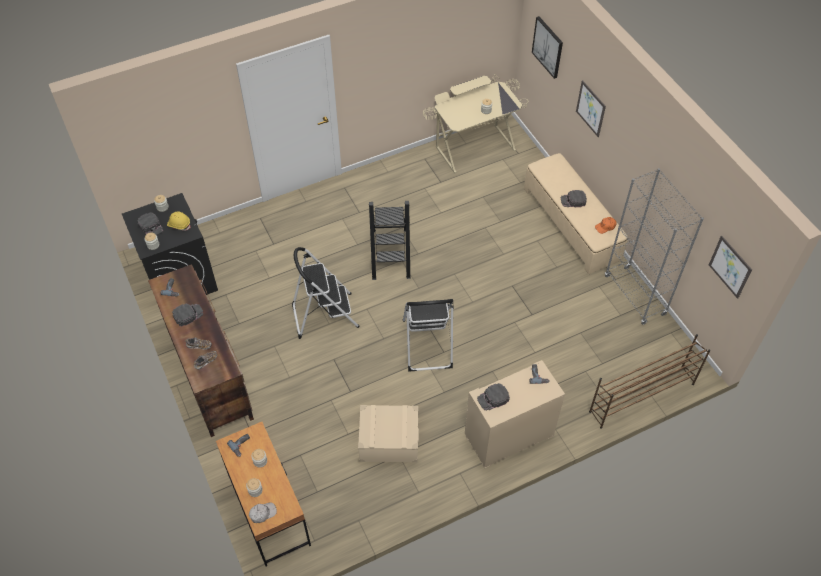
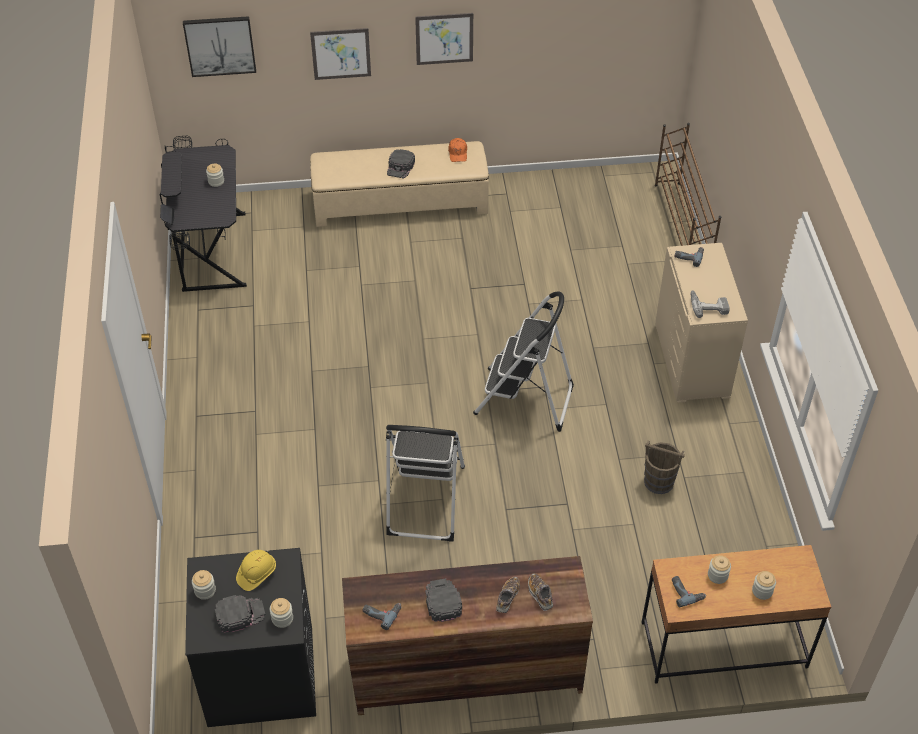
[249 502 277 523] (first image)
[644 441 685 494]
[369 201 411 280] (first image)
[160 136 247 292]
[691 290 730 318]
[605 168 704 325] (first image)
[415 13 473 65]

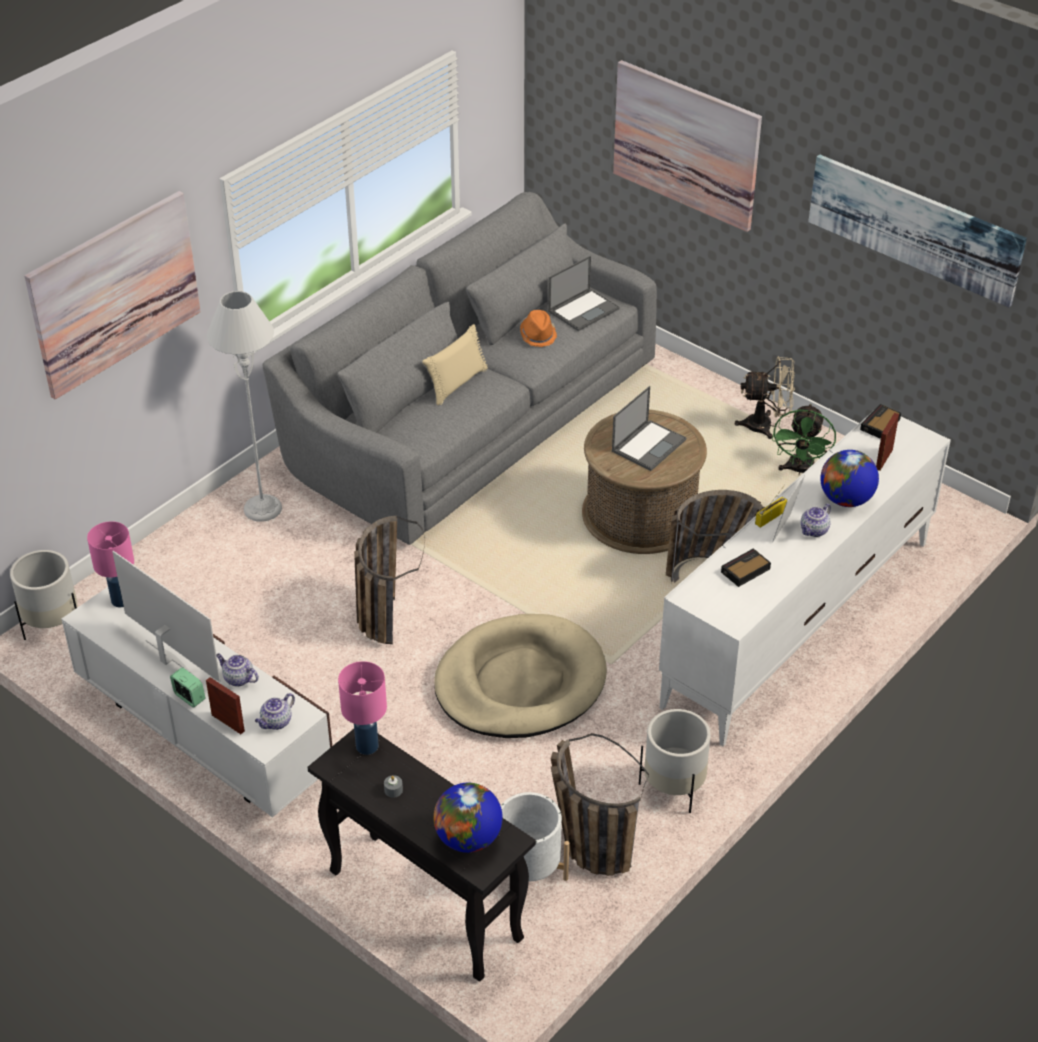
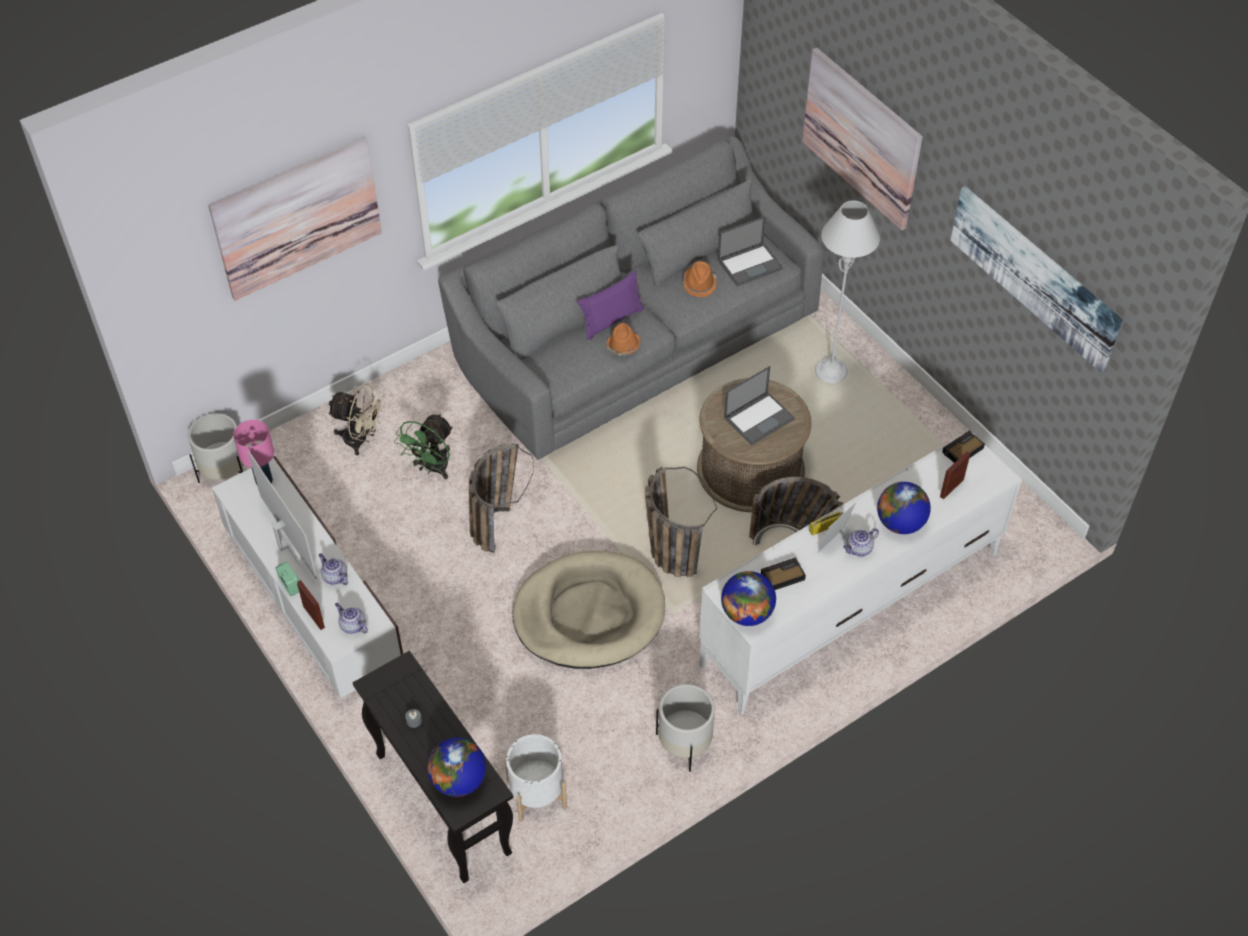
[815 201 880 383]
[335 603 368 634]
[338 661 387 755] (first image)
[577 271 644 340]
[645 466 717 577]
[328 383 384 456]
[394 413 453 479]
[606 323 641 355]
[721 571 776 626]

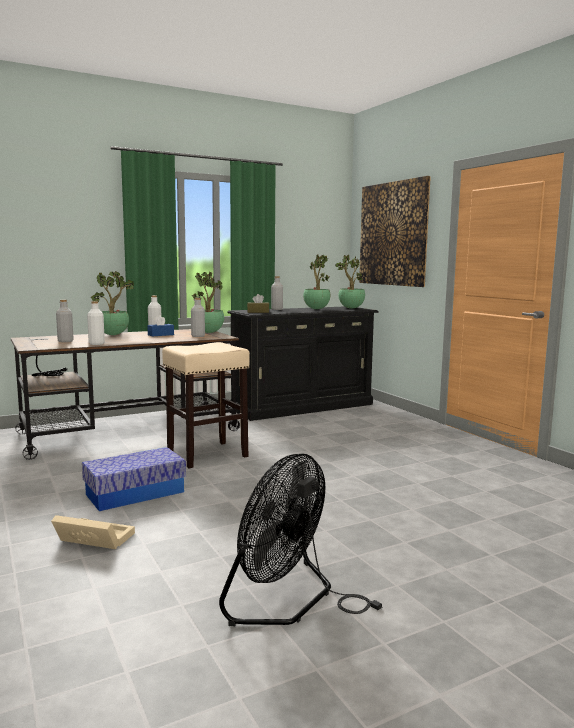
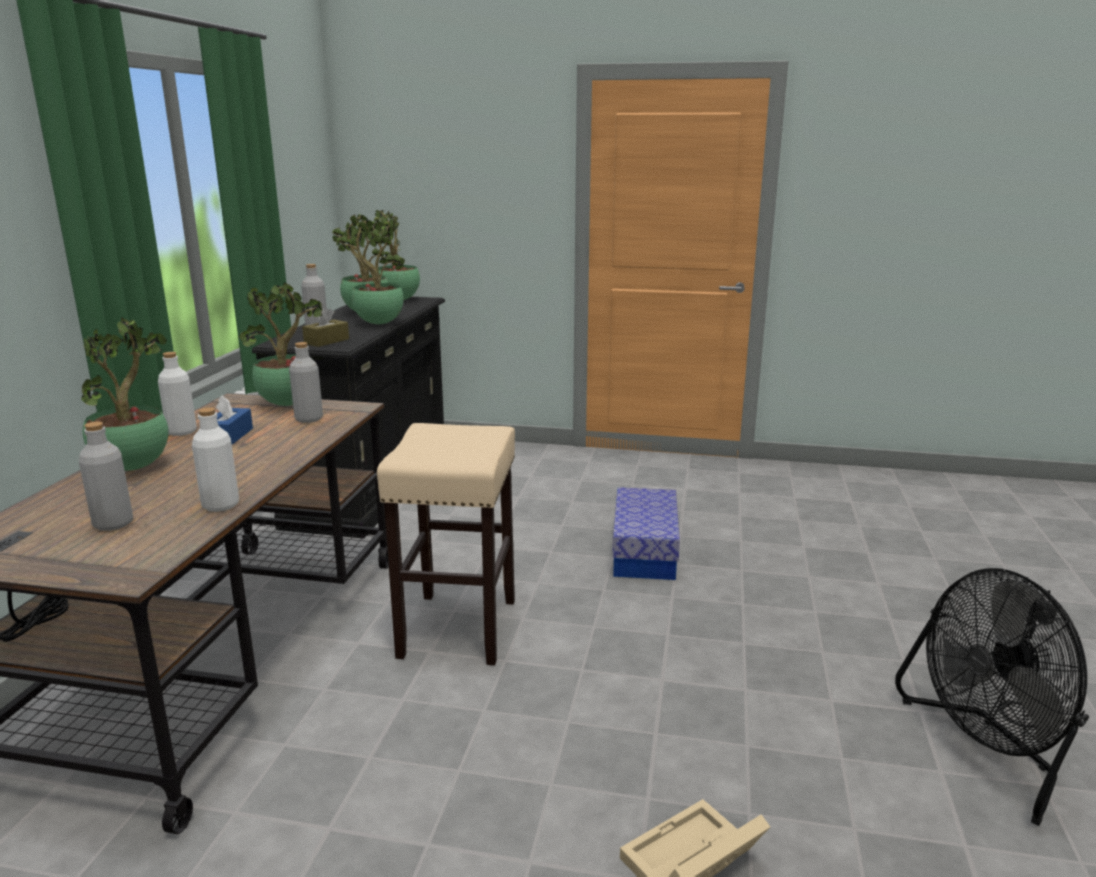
[612 487 680 580]
[359 176 431 287] (first image)
[336 220 405 324]

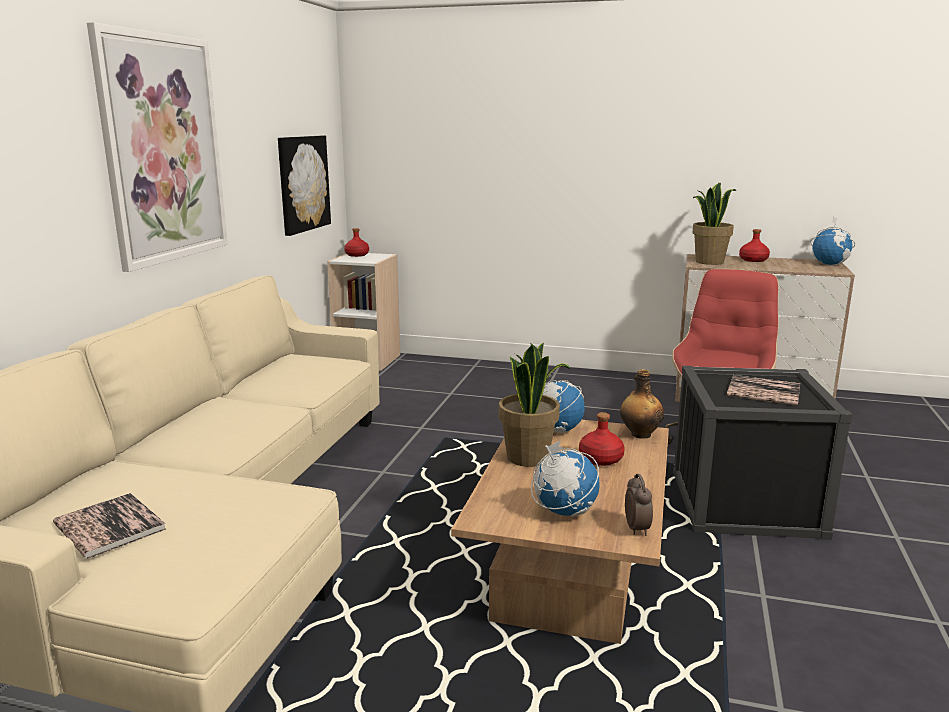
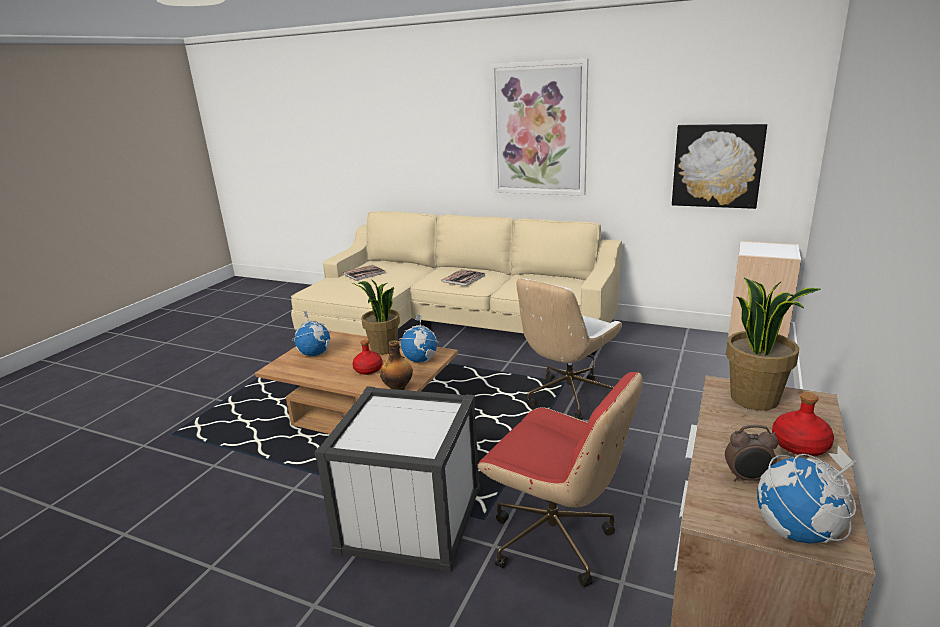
[344 228 369 257] (first image)
[725 425 779 482]
[315 386 480 572]
[441 269 485 286]
[516 278 622 420]

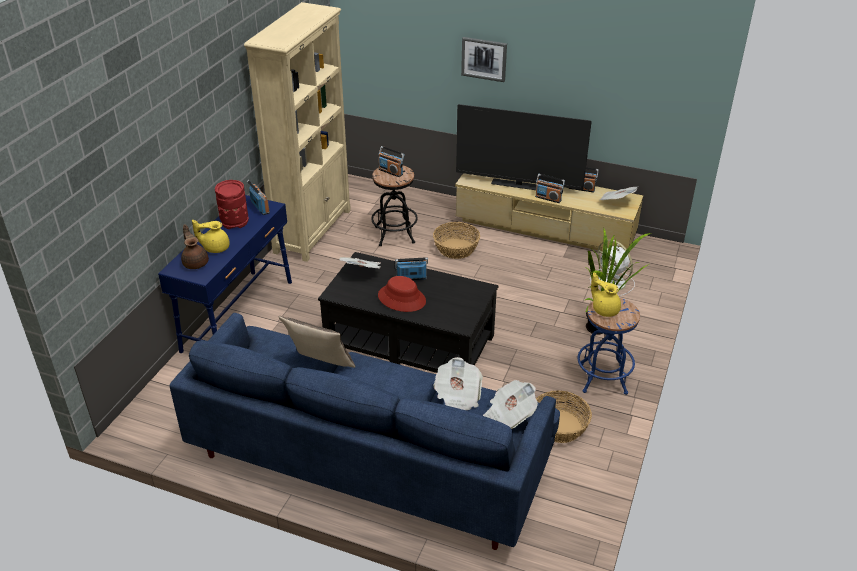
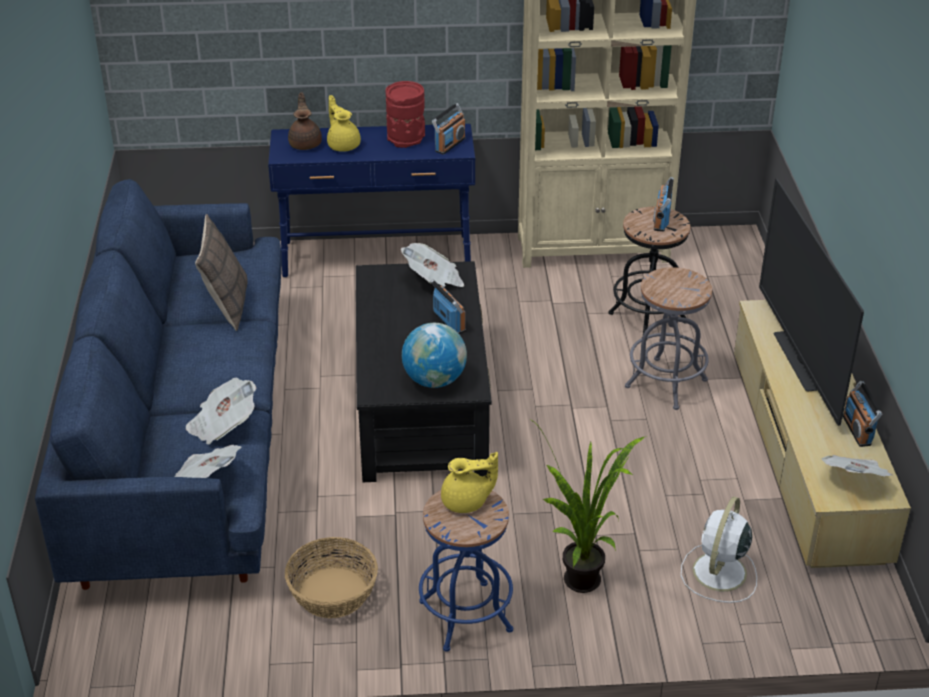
[288 92 322 150]
[378 276 426 312] (first image)
[625 267 712 410]
[461 37 507 82] (first image)
[535 174 565 203] (first image)
[441 452 498 513]
[402 323 467 388]

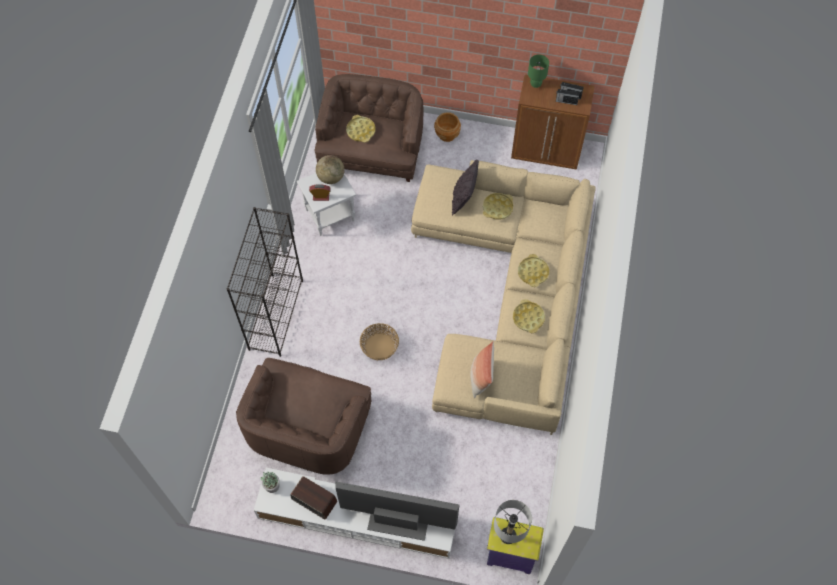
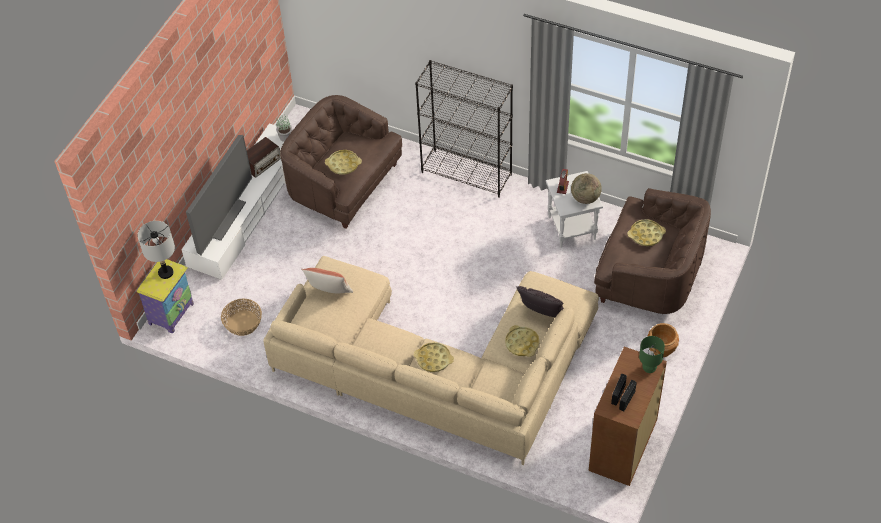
[221 299 262 336]
[325 150 362 175]

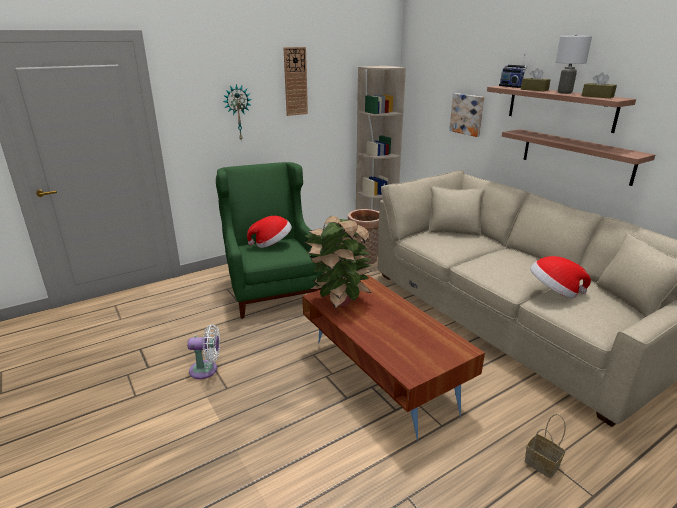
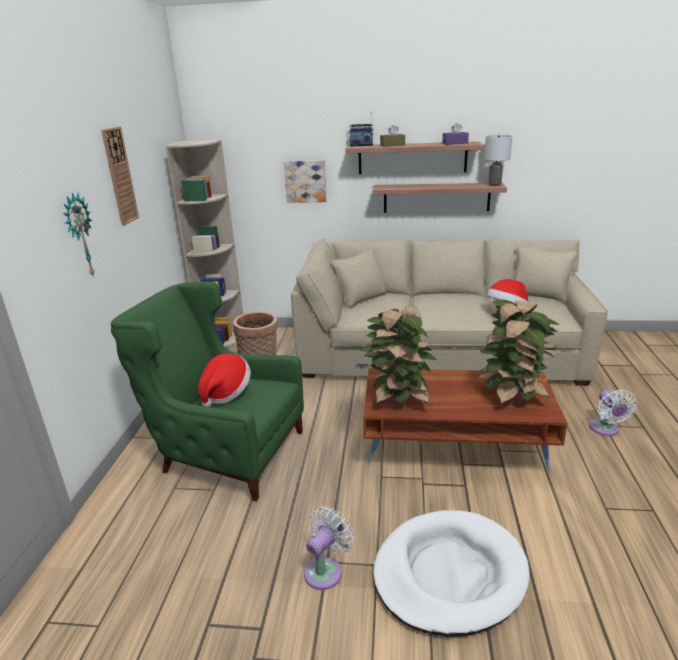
[589 390 637 436]
[484 135 512 186]
[442 123 469 145]
[373 510 530 637]
[477 300 560 404]

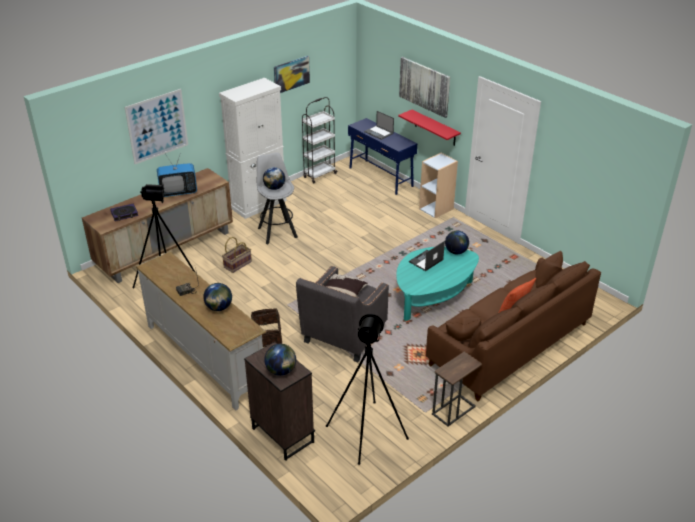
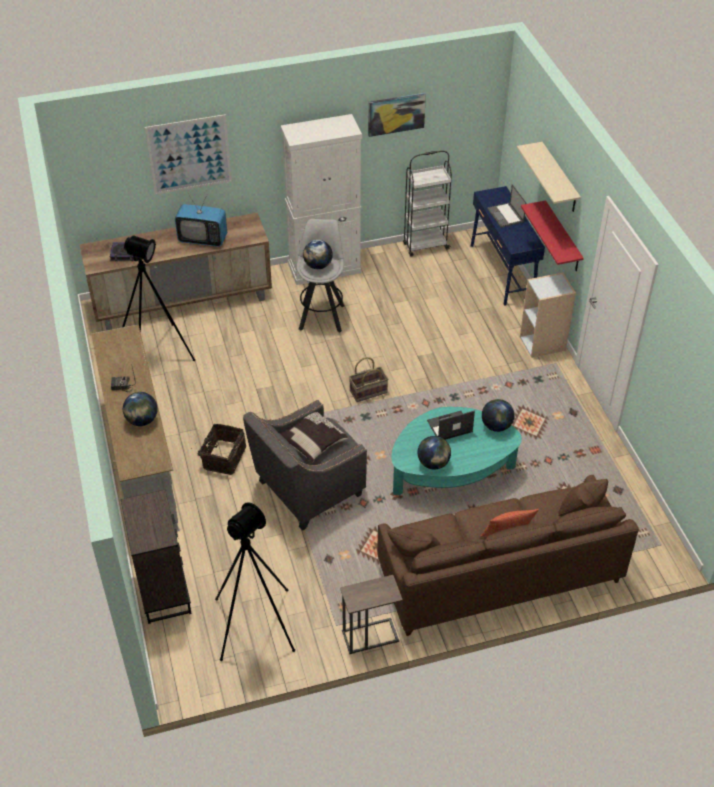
[349 357 388 402]
[418 436 451 470]
[517 142 581 212]

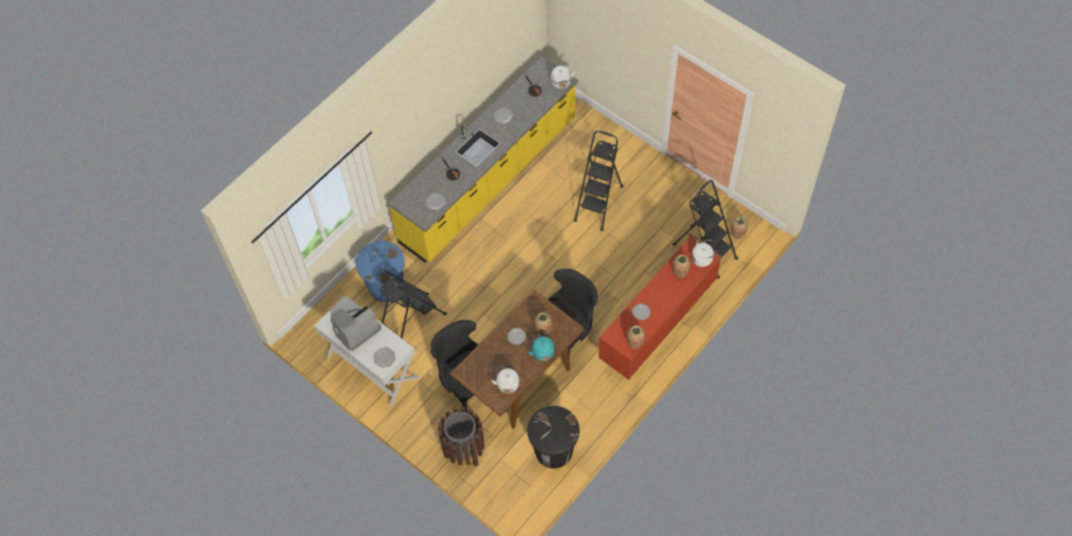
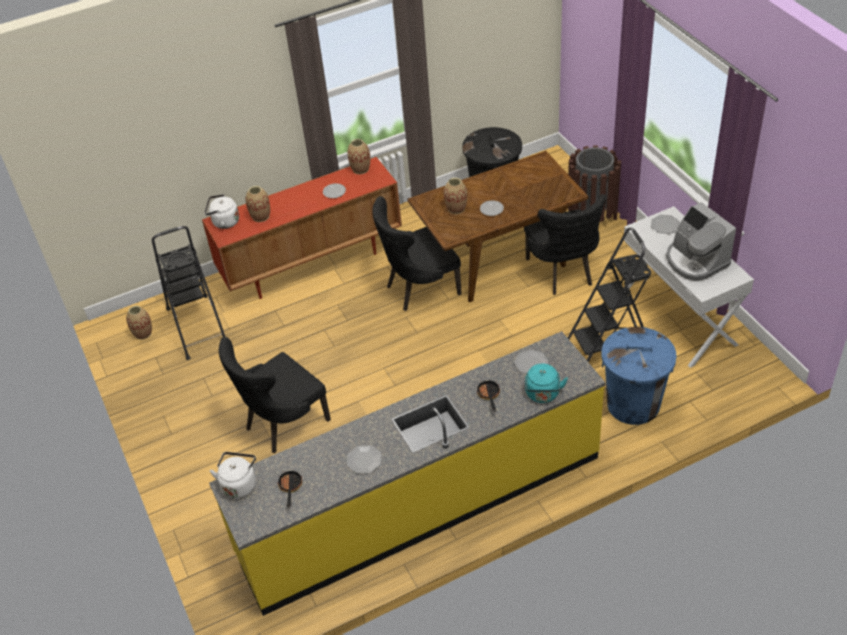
[666 202 736 281]
[491 365 519 393] (first image)
[525 364 568 403]
[219 337 331 453]

